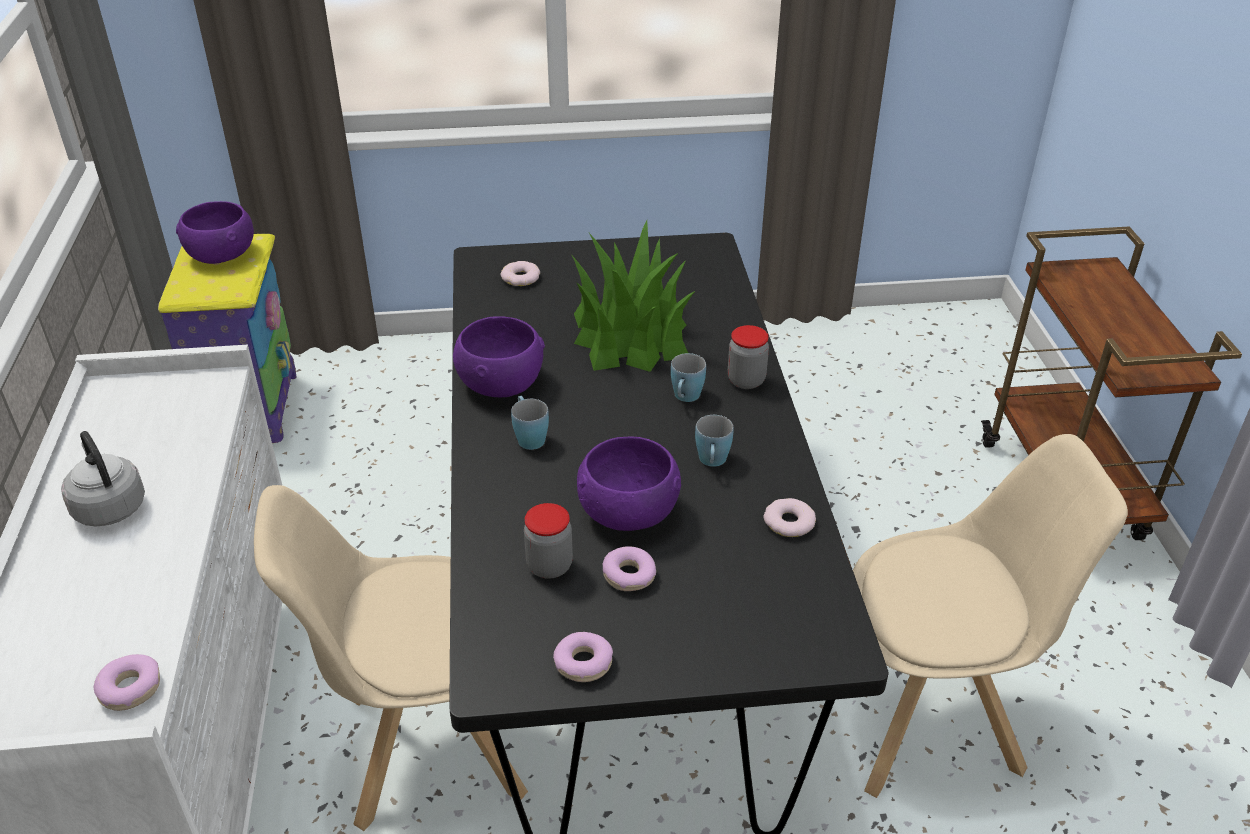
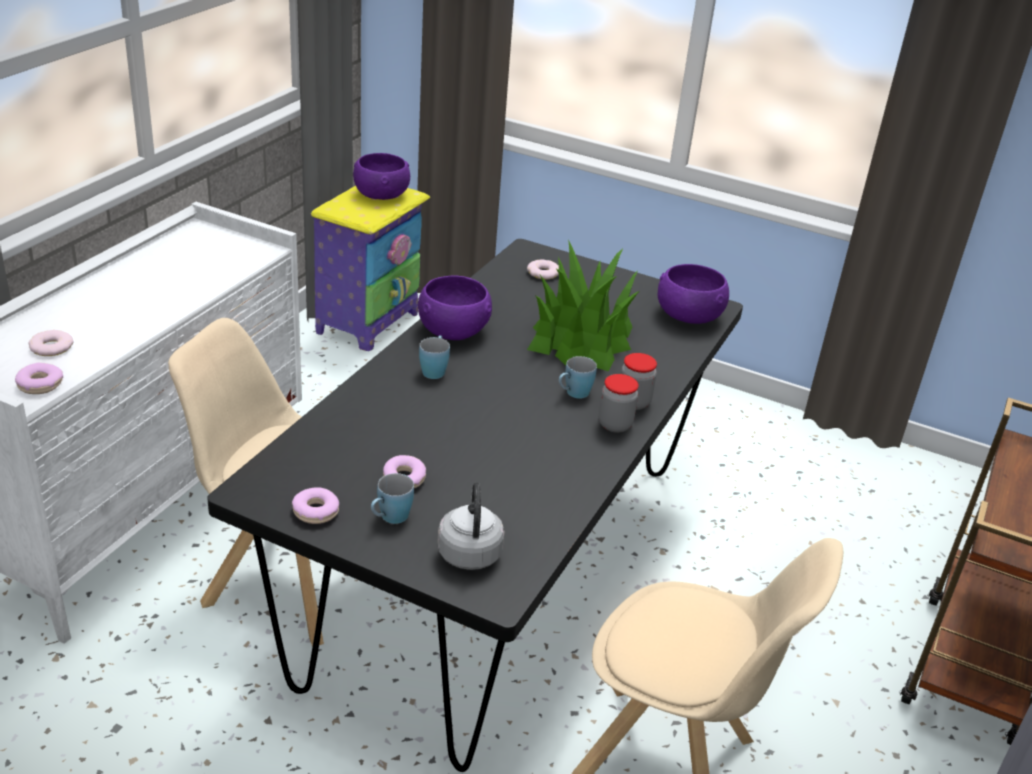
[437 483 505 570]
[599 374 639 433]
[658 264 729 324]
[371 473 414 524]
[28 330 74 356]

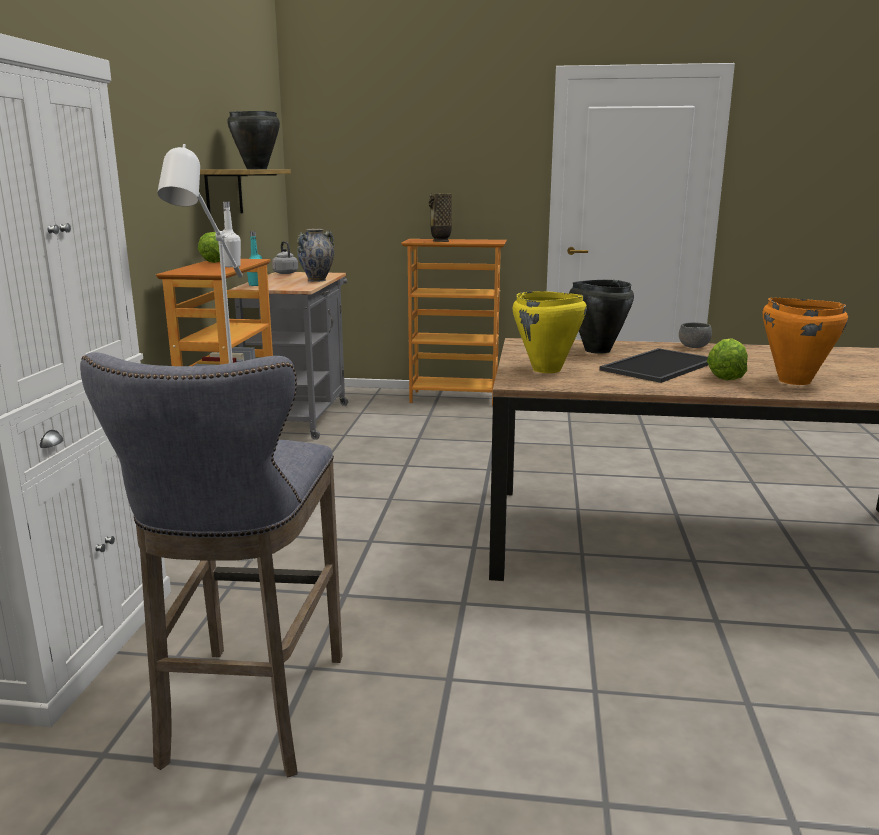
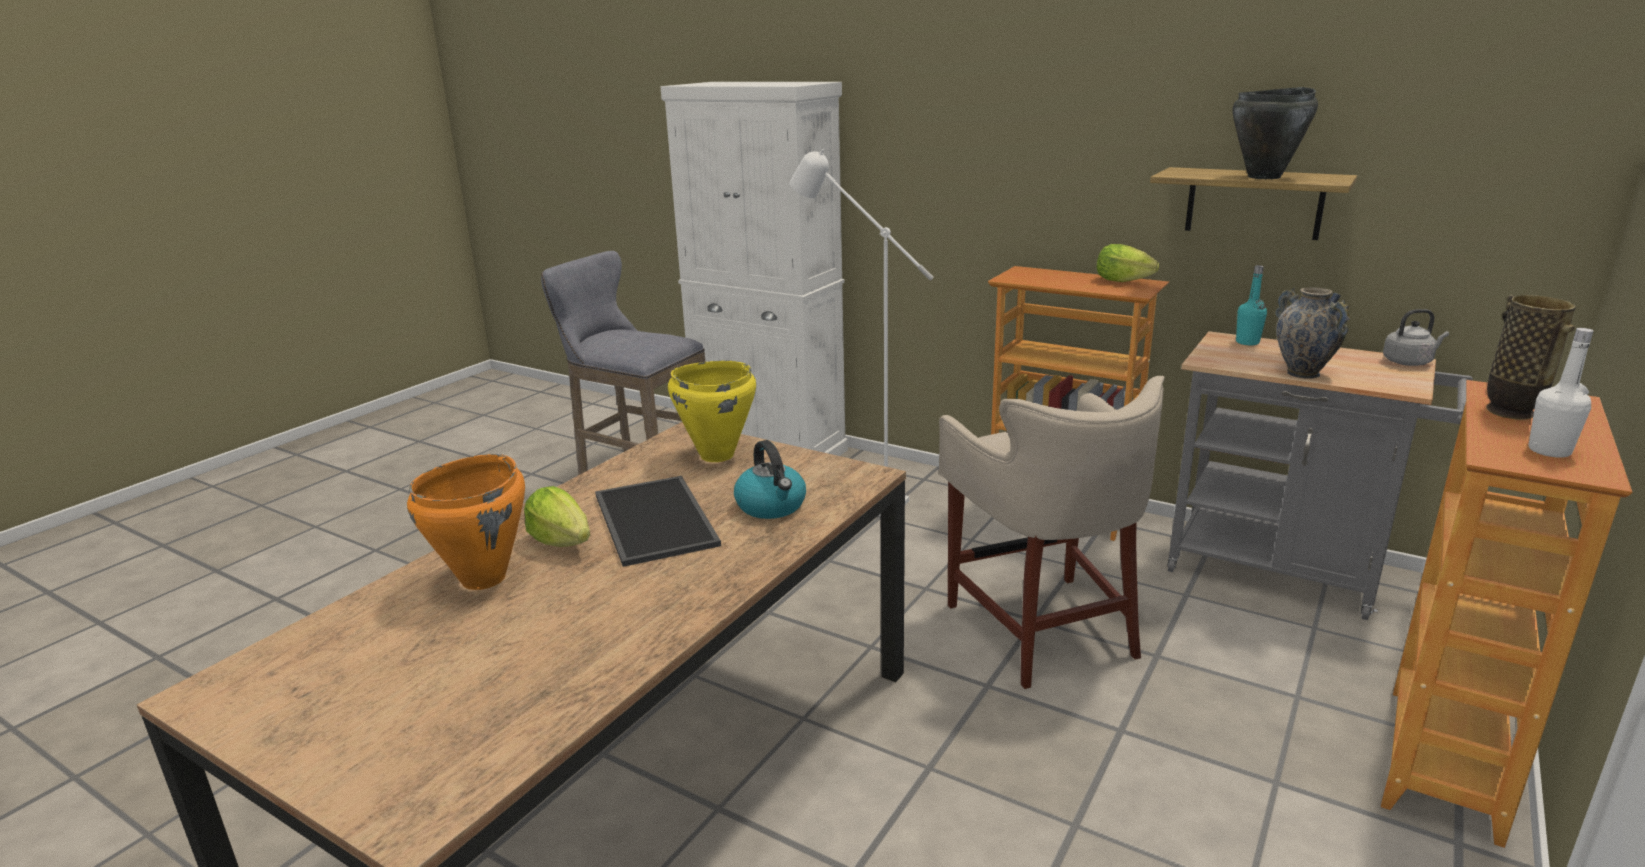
[1528 328 1594 458]
[734 440 806 519]
[679 322 712 348] (first image)
[939 376 1165 689]

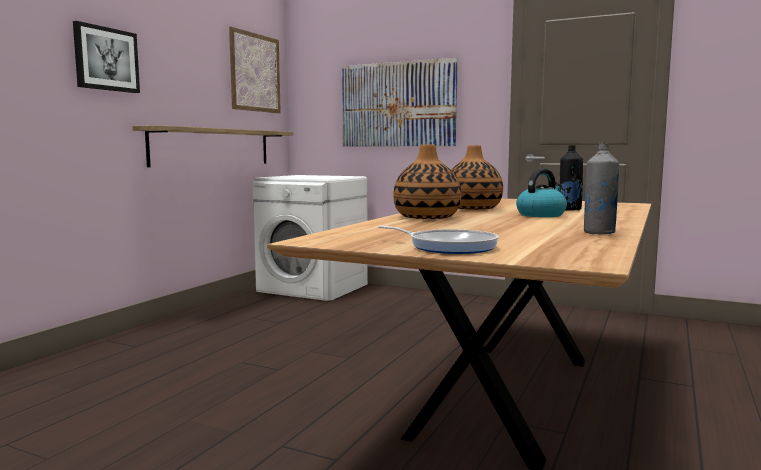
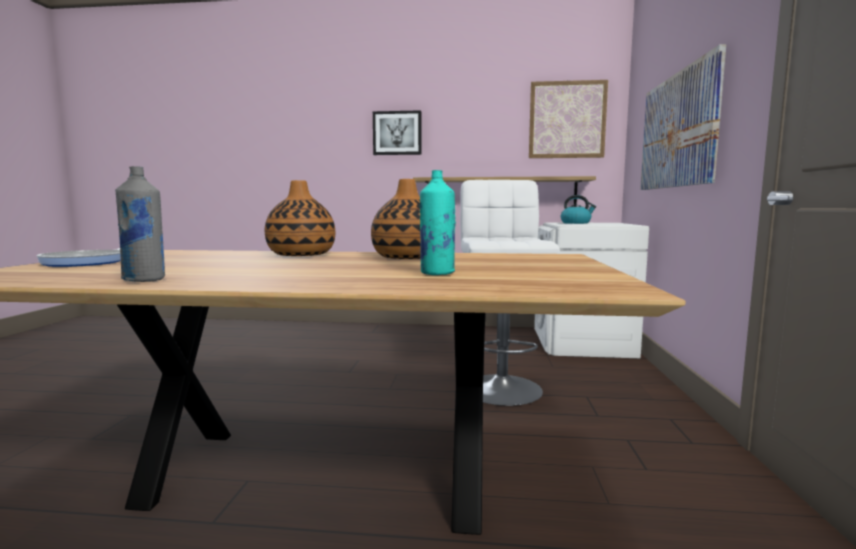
[561 195 596 224]
[420 170 456 275]
[460 180 560 406]

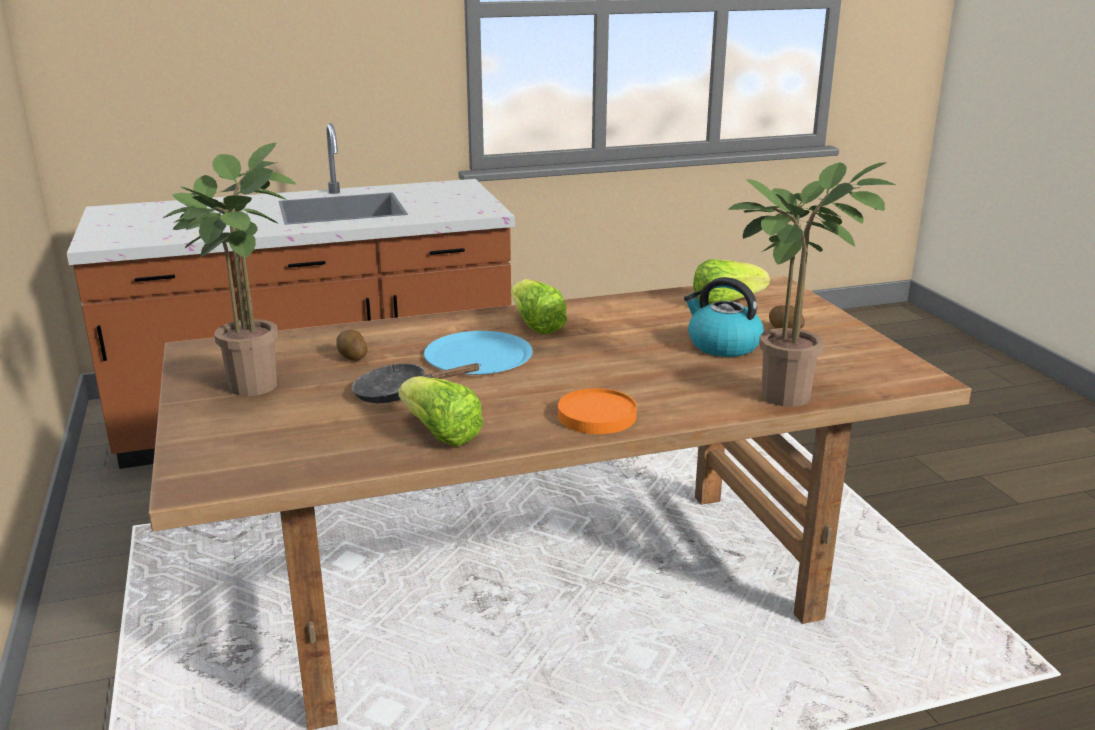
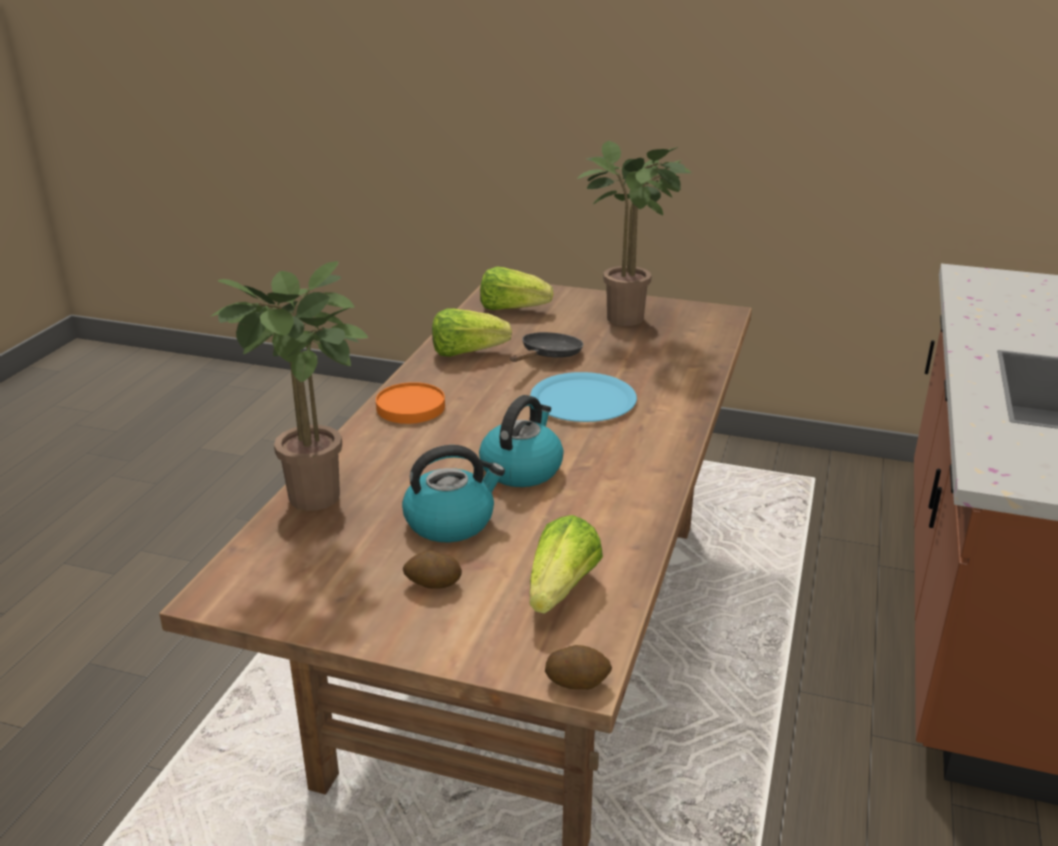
[545 645 612 690]
[480 266 553 310]
[479 395 564 487]

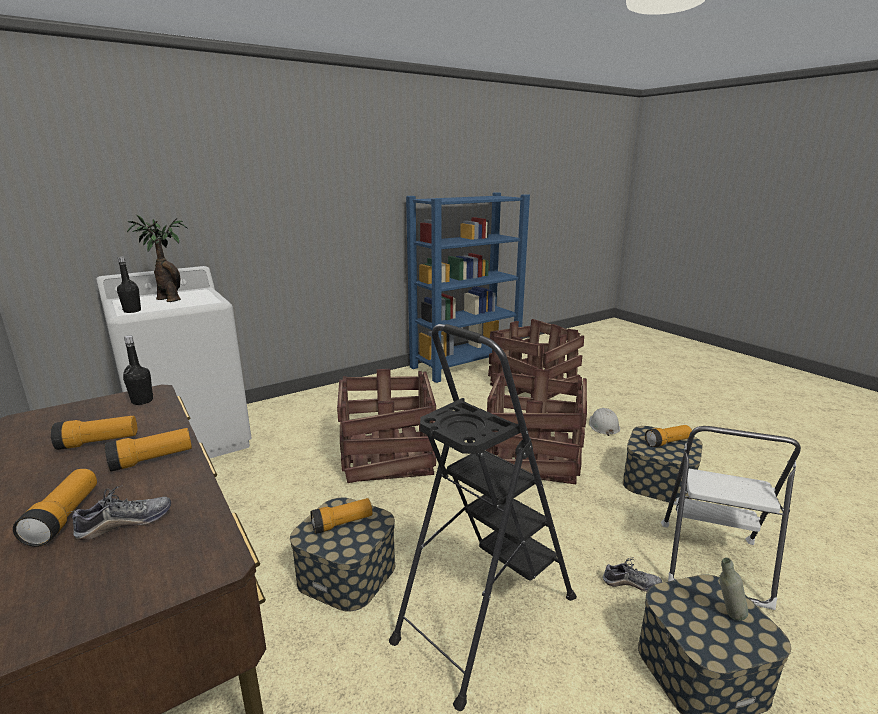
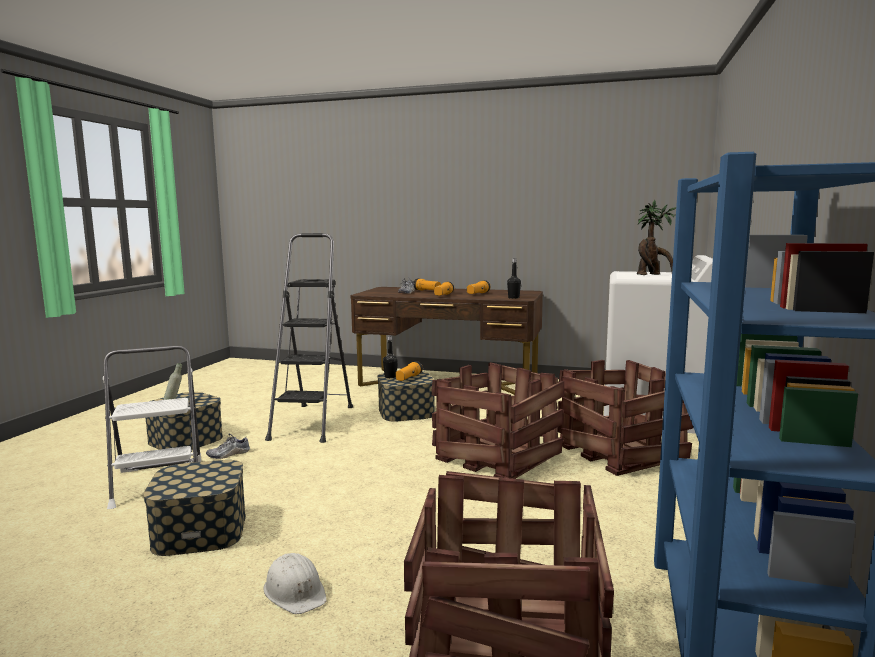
[383 336 397 378]
[558 360 693 476]
[645 425 692 447] (first image)

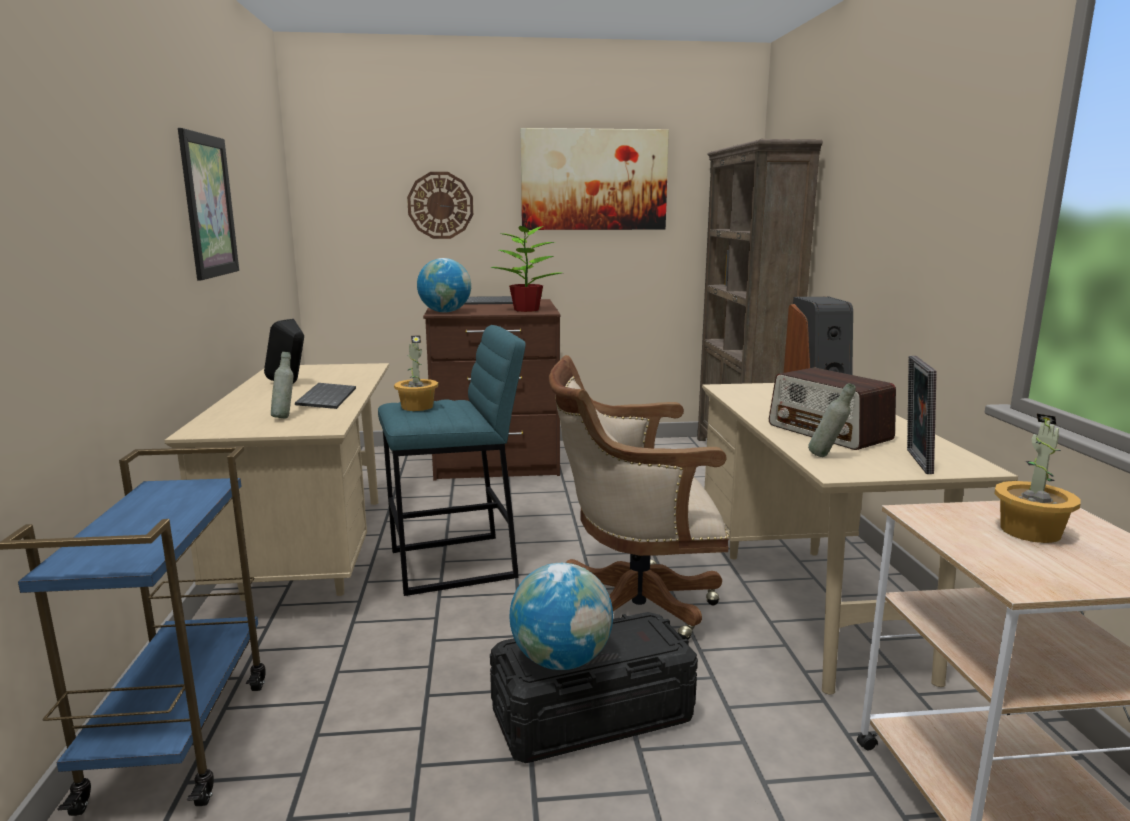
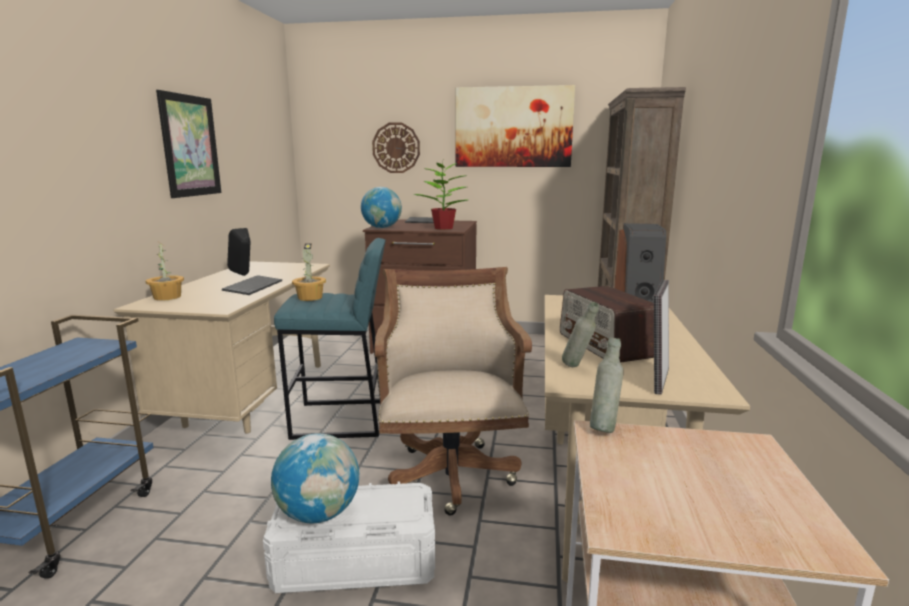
[590 337 624 433]
[263 482 435 593]
[375 267 532 516]
[146 242 184 301]

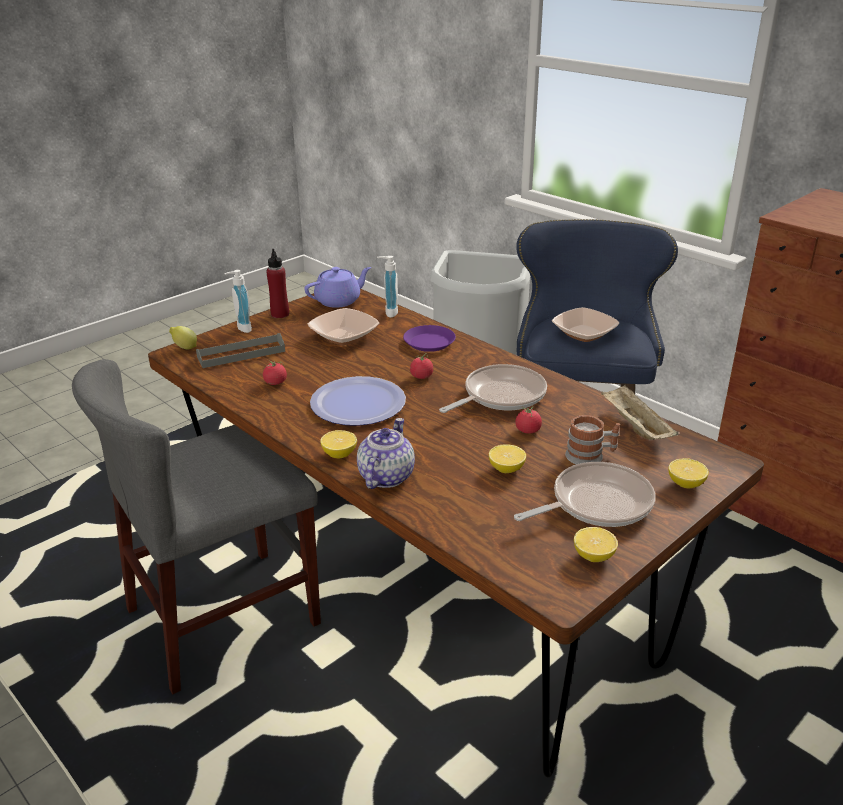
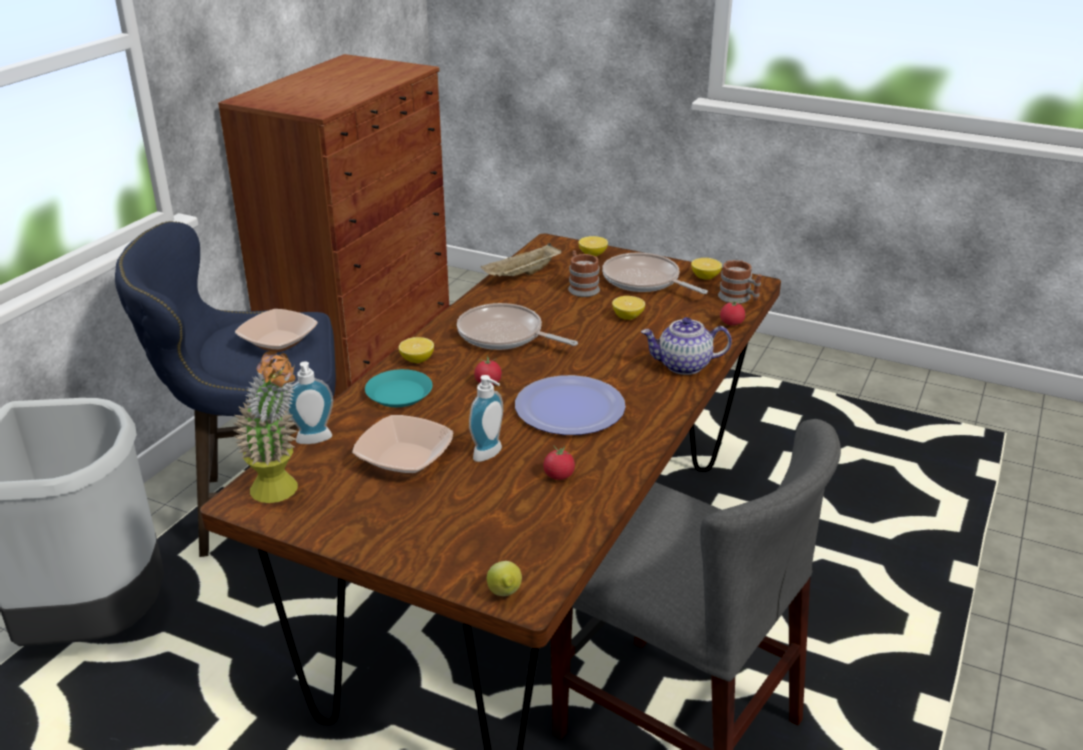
[196 333 285 368] (first image)
[469 375 503 462]
[266 249 289 318] (first image)
[233 351 298 503]
[399 337 434 363]
[365 369 432 407]
[720 300 745 326]
[718 260 762 304]

